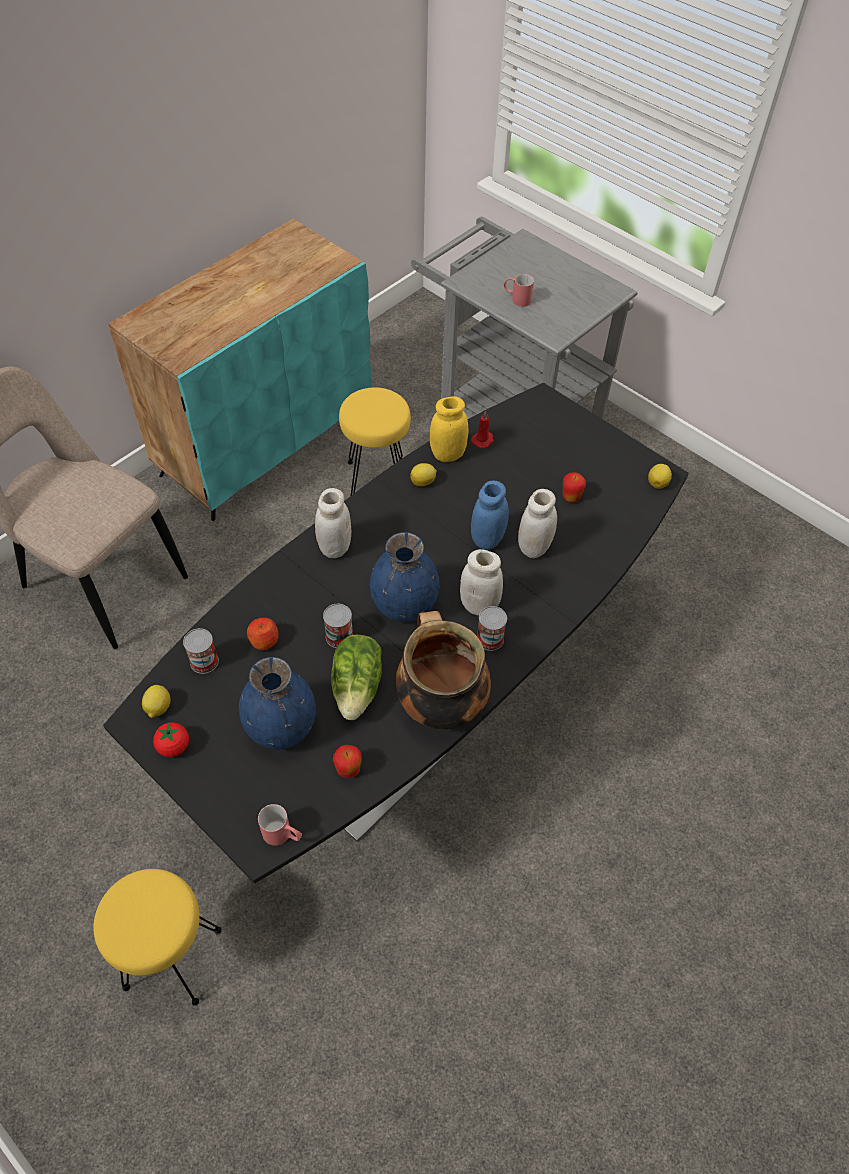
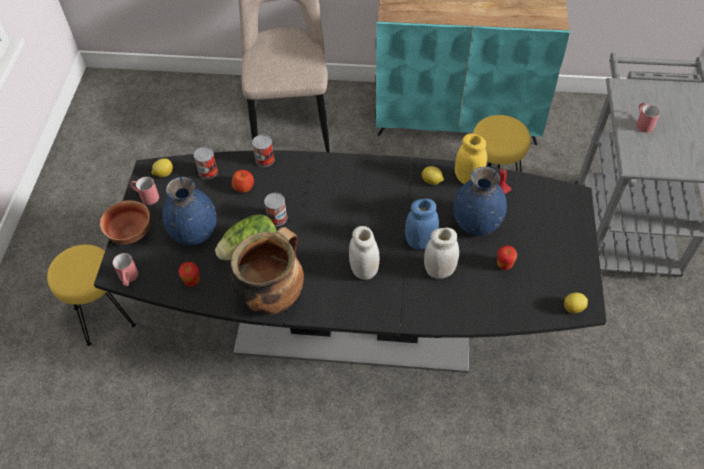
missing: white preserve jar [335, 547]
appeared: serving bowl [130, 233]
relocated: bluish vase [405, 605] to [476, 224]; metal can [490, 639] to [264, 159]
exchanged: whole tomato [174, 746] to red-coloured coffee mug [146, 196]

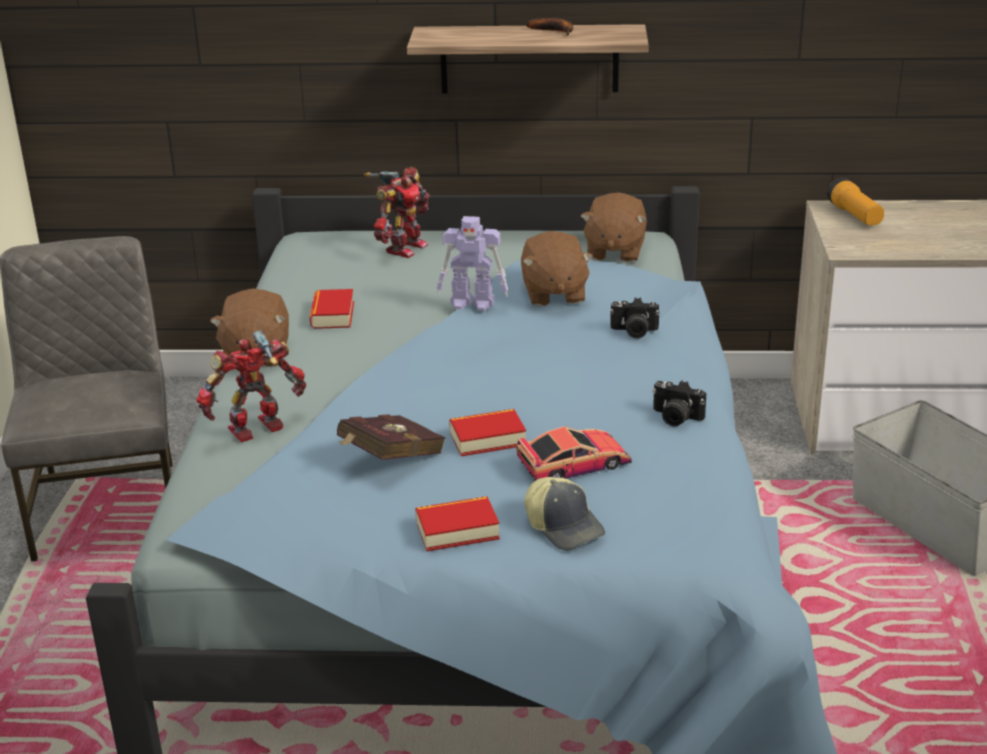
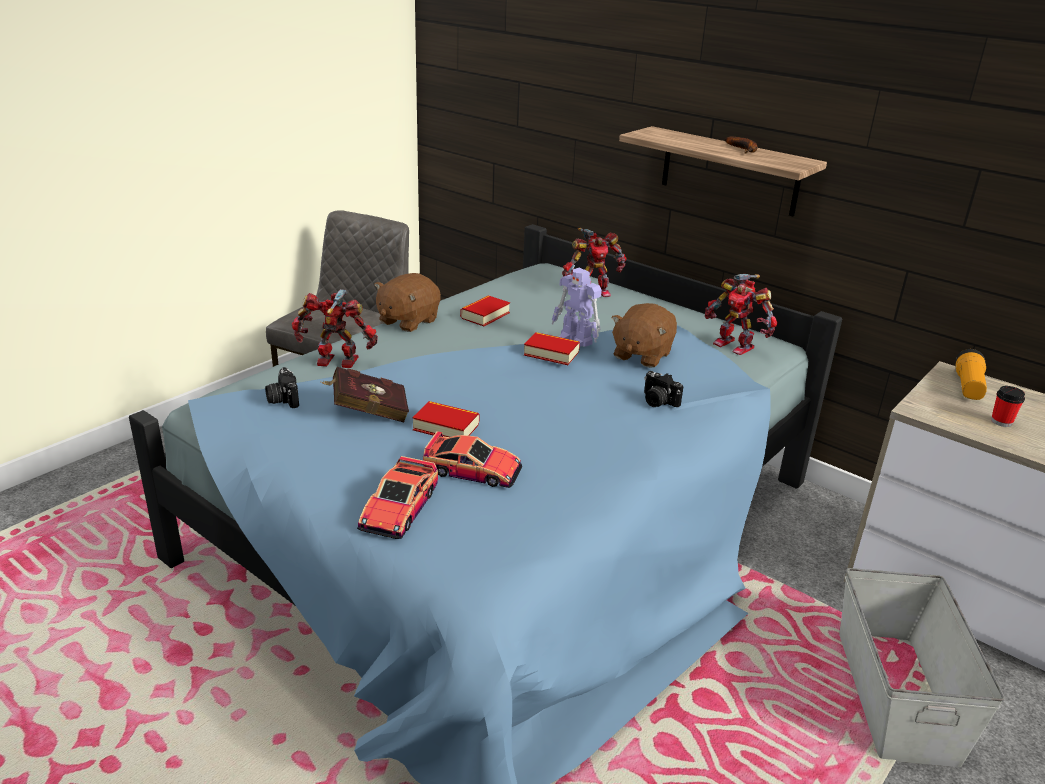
appeared: small cup [1001, 422]
relocated: bound book [457, 530] to [551, 353]; photo camera [675, 418] to [282, 399]
exchanged: peaked cap [564, 527] to model car [399, 508]; brown-coloured cuddly toy [614, 251] to model robot [735, 345]

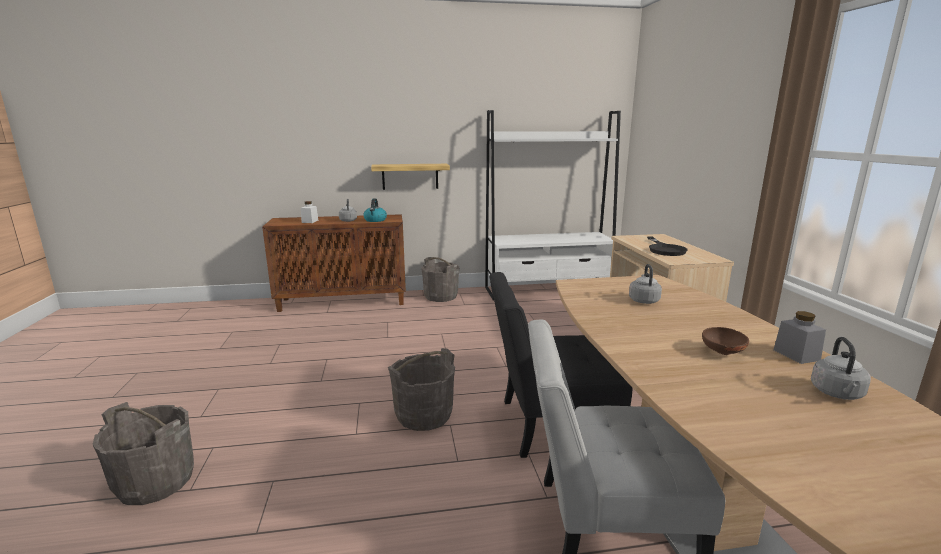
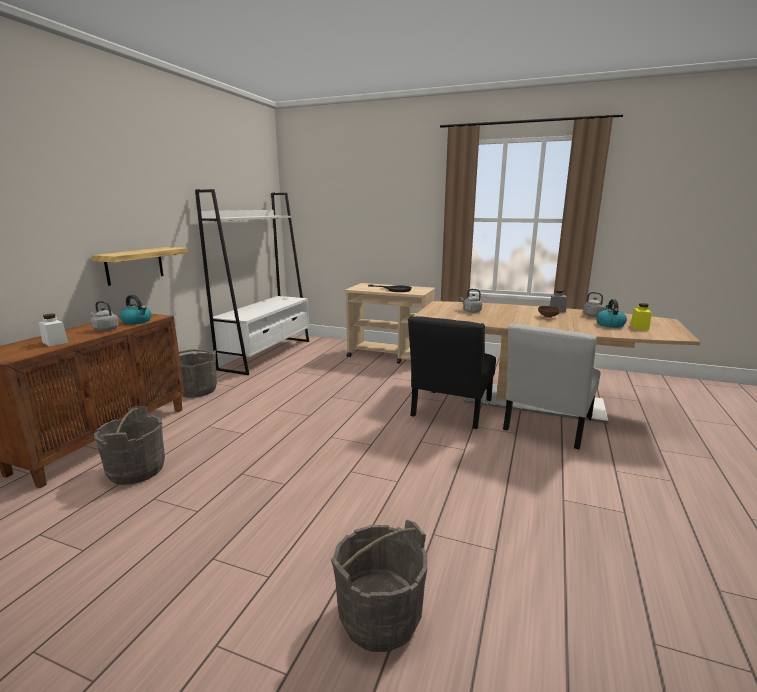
appeared: water kettle [609, 324]; yellowish preserve jar [639, 327]
relocated: greyish water bucket [423, 415] to [136, 470]

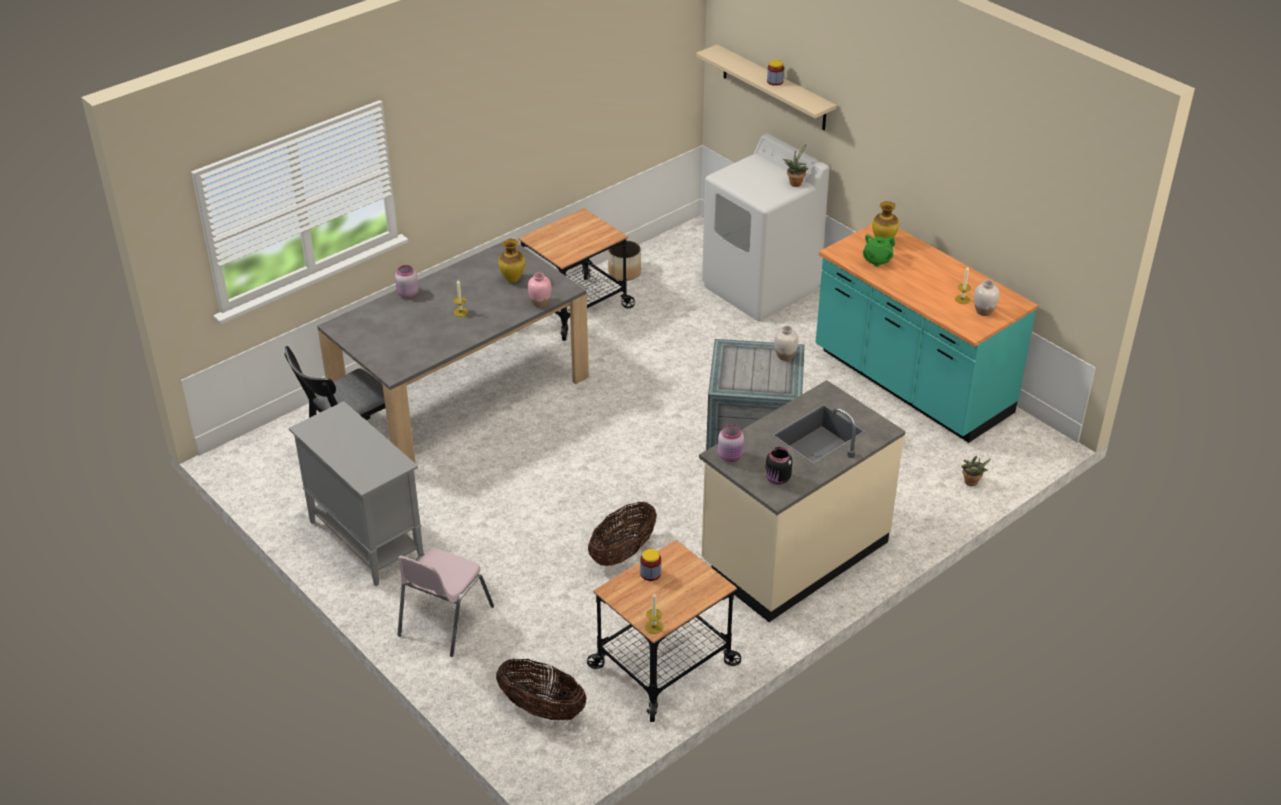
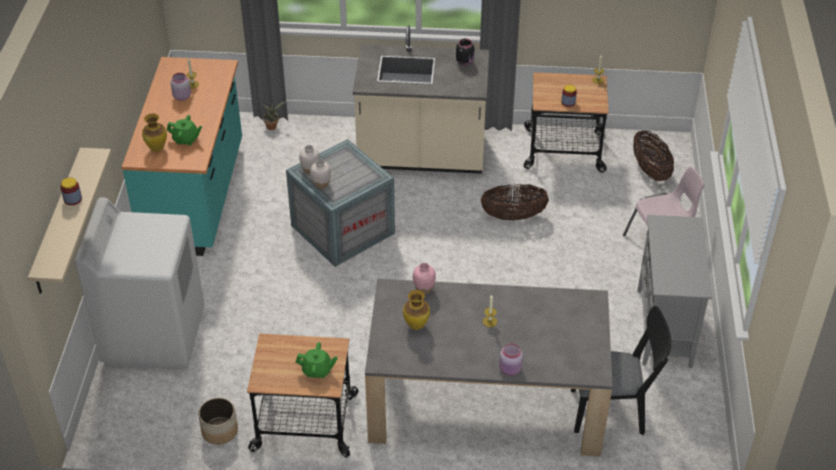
missing: potted plant [795, 182]
appeared: greenish pot for tea [317, 370]
relocated: pink preserve jar [731, 456] to [182, 96]; white vase [983, 311] to [321, 184]

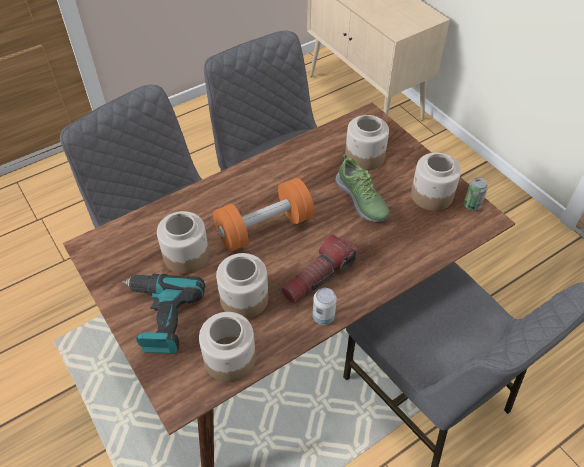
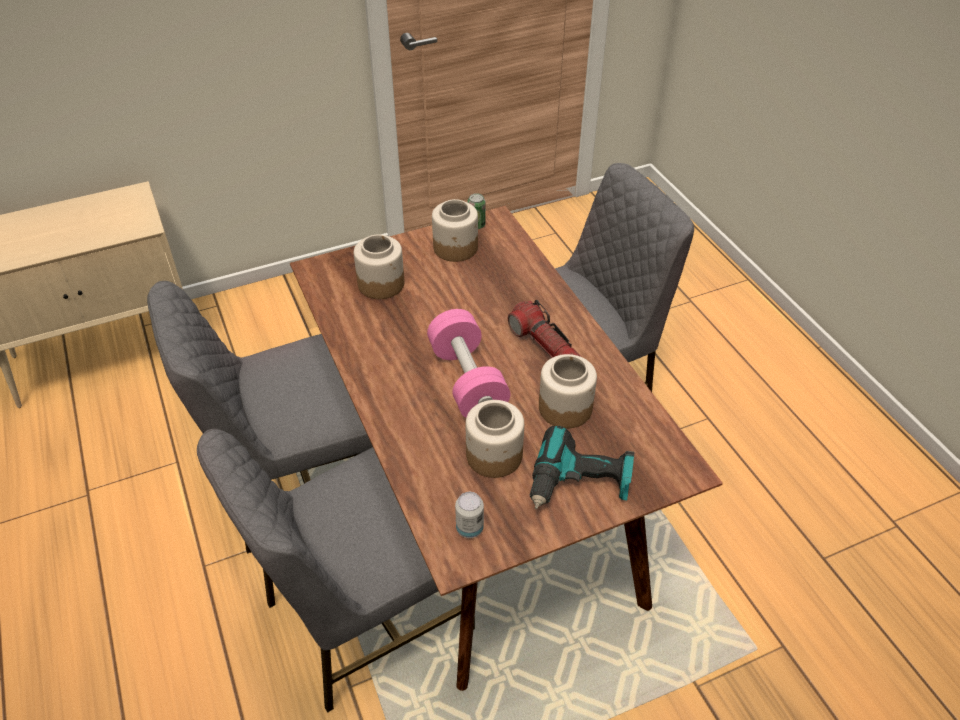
missing: preserve jar [229, 359]; item of footwear [362, 200]
relocated: metal can [323, 316] to [469, 528]
colour: orange dumbbell [264, 228] to pink dumbbell [467, 381]

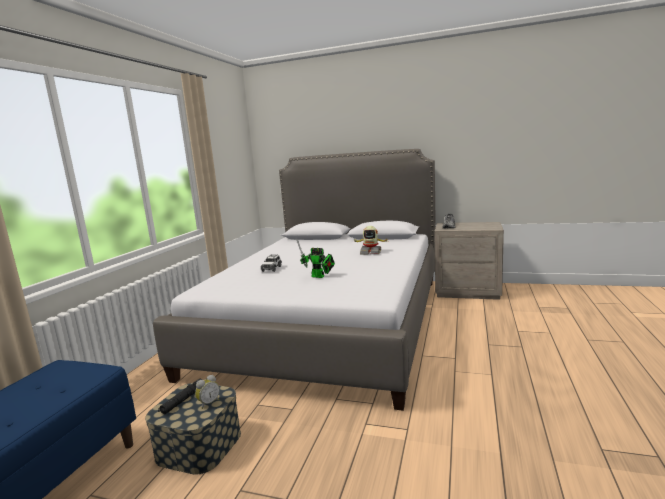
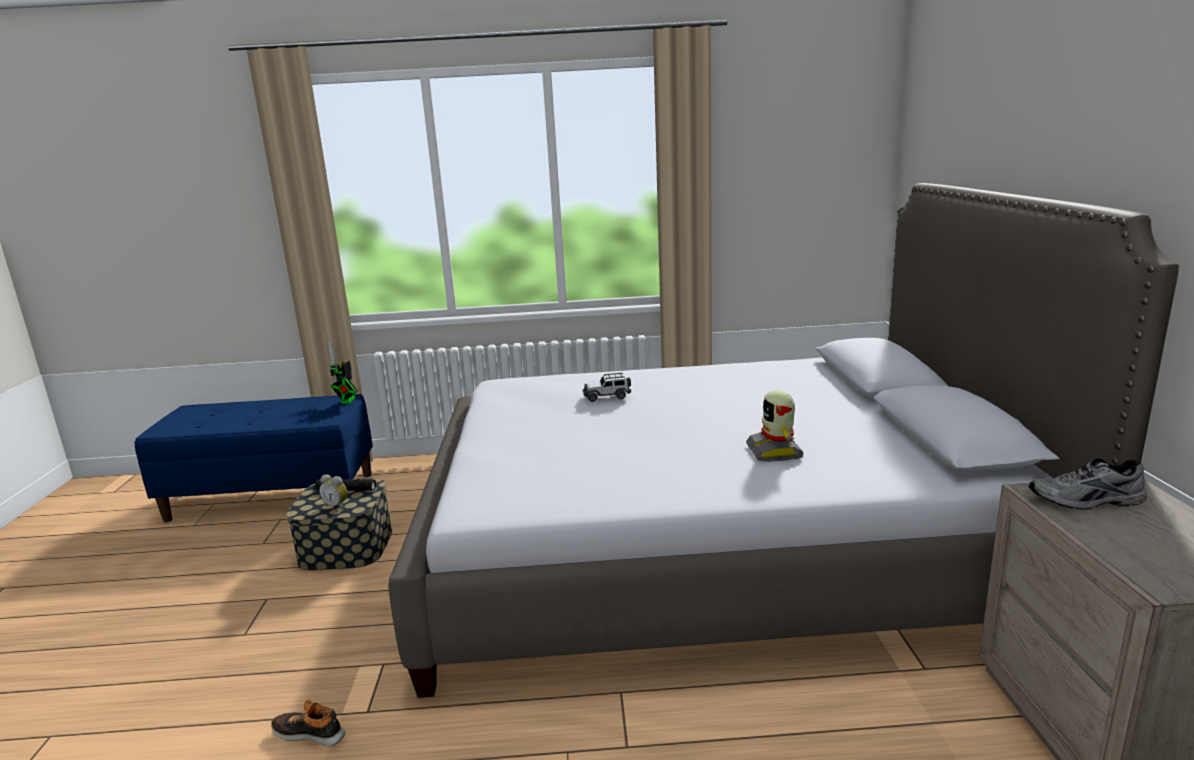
appeared: item of footwear [310, 733]
relocated: model robot [319, 277] to [347, 401]

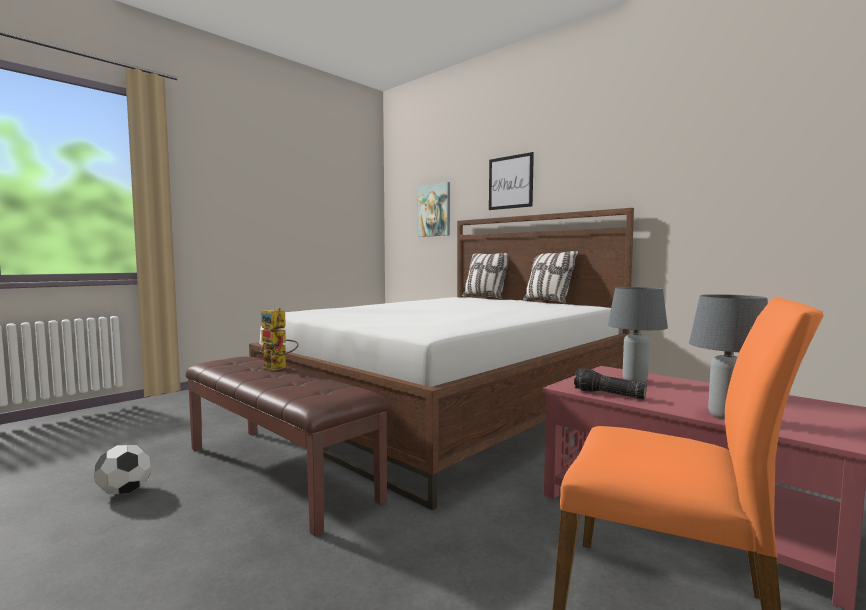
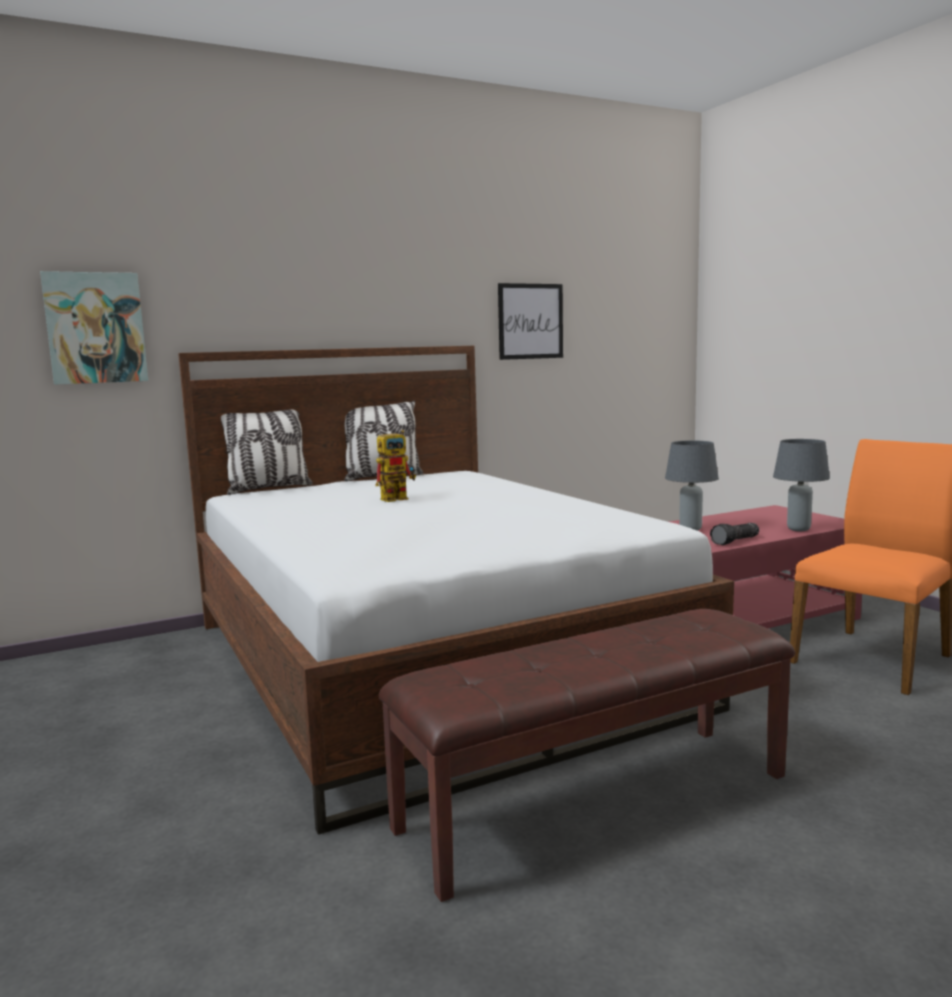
missing: football ball [125, 492]
relocated: model robot [279, 368] to [398, 498]; wall art [510, 182] to [530, 321]

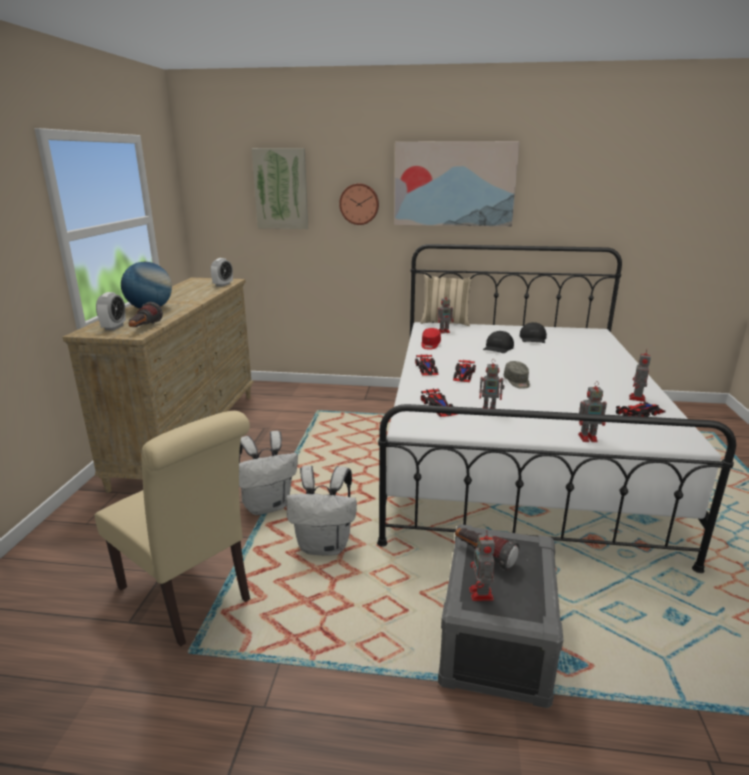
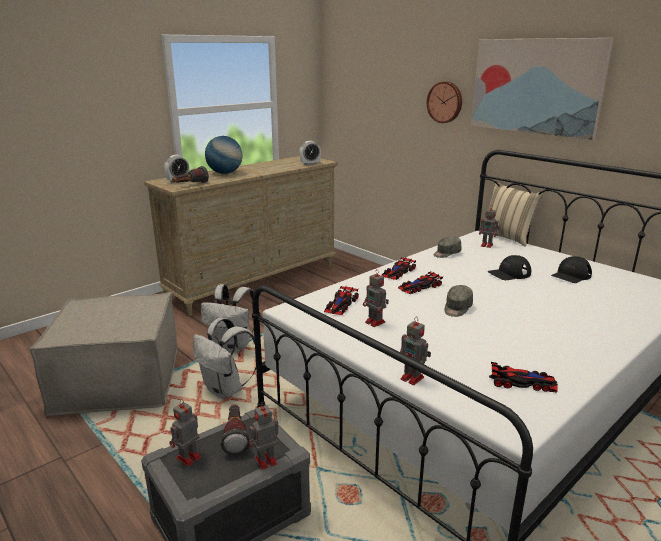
missing: wall art [281, 189]
relocated: model robot [637, 398] to [264, 461]
exchanged: beige-coloured upright chair [189, 597] to beige-coloured footrest [118, 380]
colour: red-coloured peaked cap [430, 345] to greyish peaked cap [446, 253]

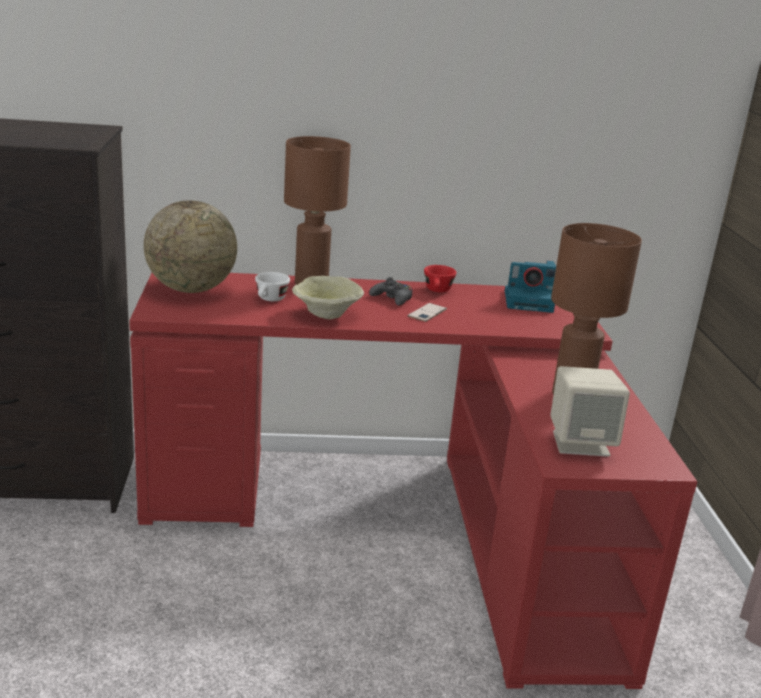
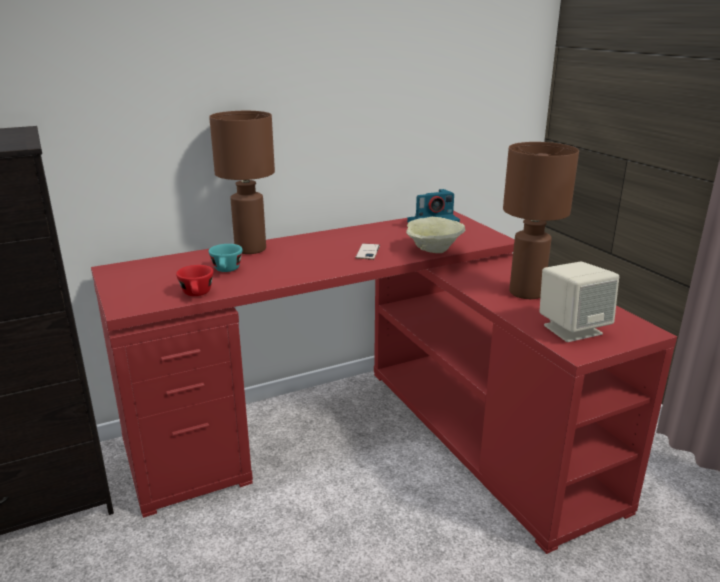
missing: world globe [191, 289]; black-coloured joypad [392, 298]
relocated: beige-coloured serving bowl [326, 315] to [434, 250]; red-coloured small cup [438, 291] to [197, 294]
colour: white small cup [270, 300] to turquoise-coloured small cup [227, 270]

